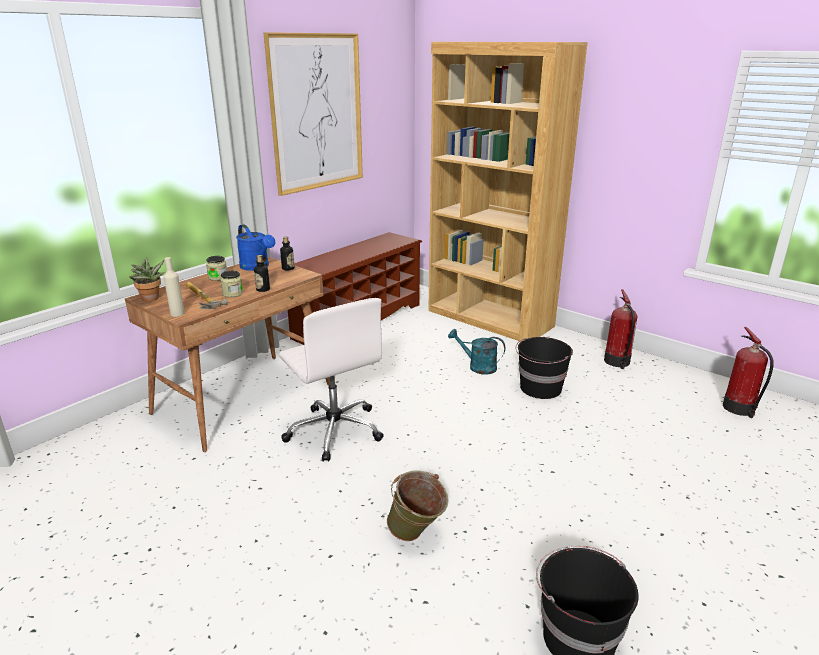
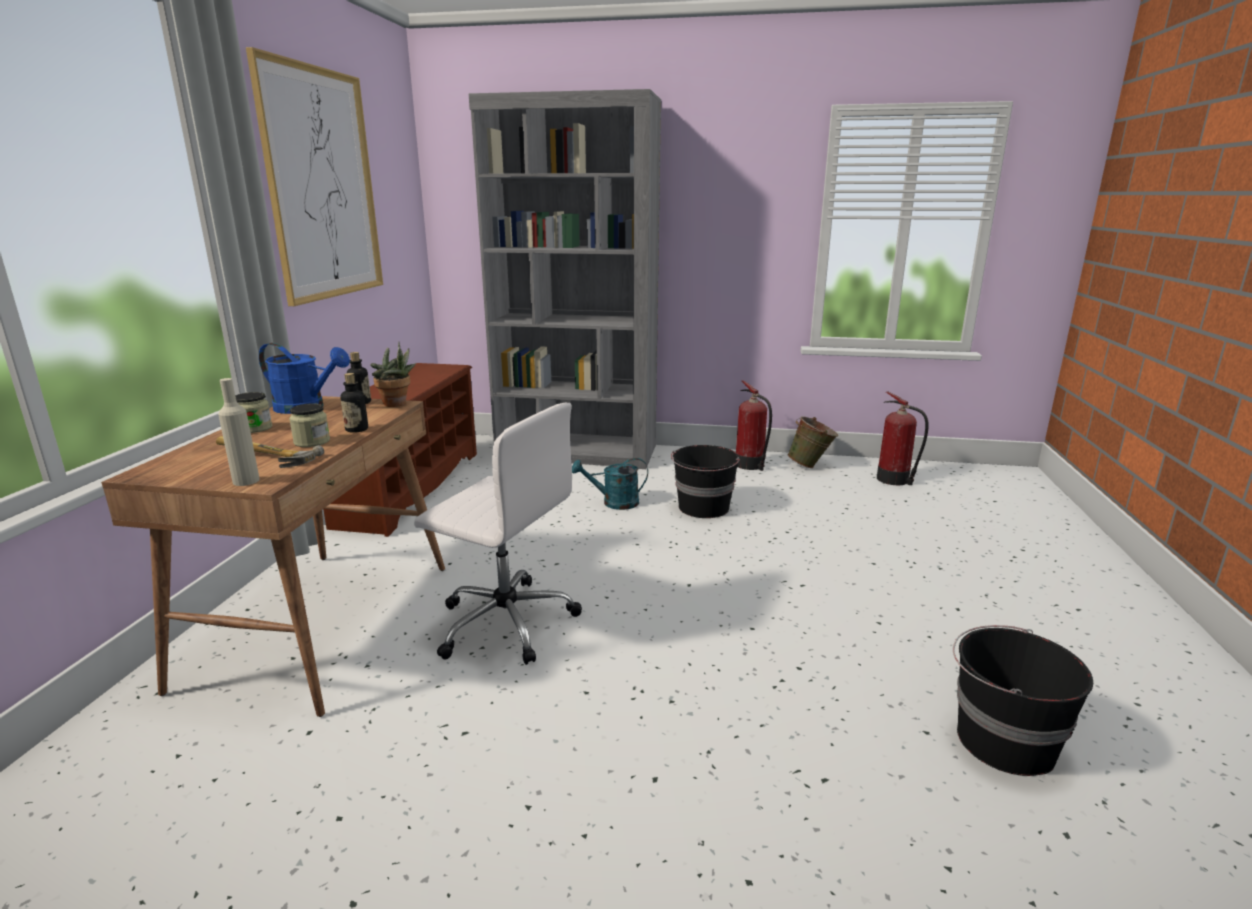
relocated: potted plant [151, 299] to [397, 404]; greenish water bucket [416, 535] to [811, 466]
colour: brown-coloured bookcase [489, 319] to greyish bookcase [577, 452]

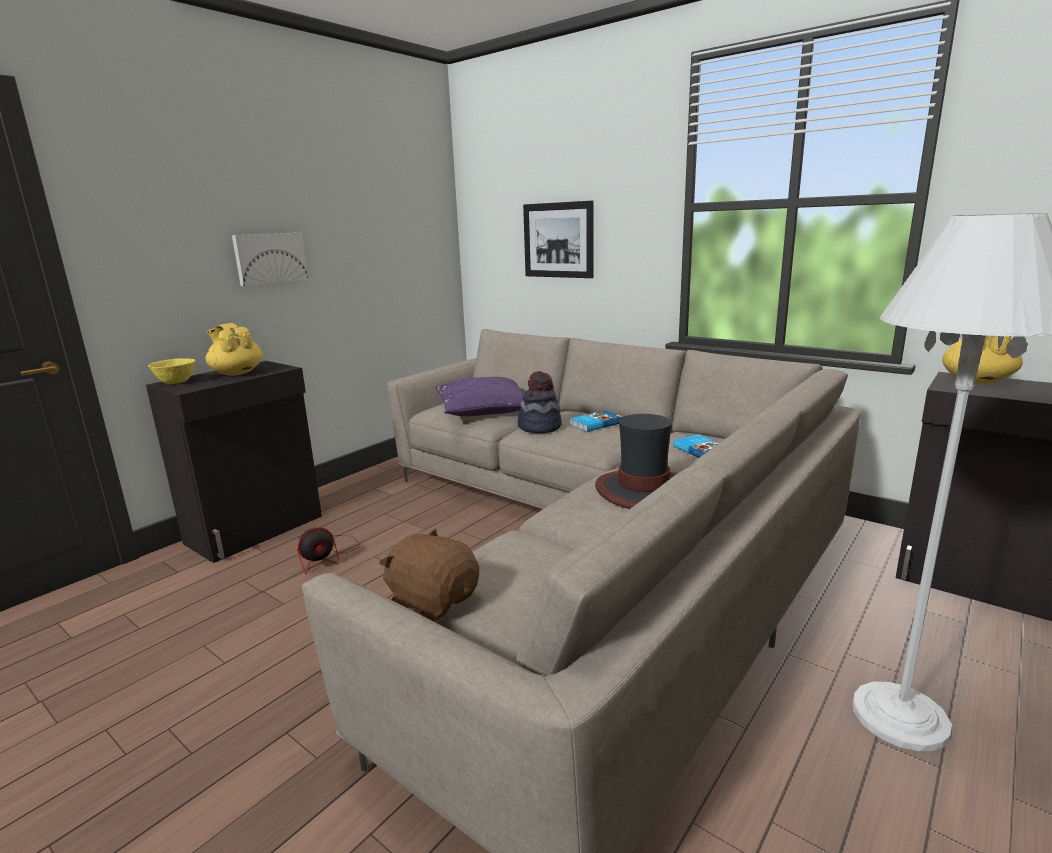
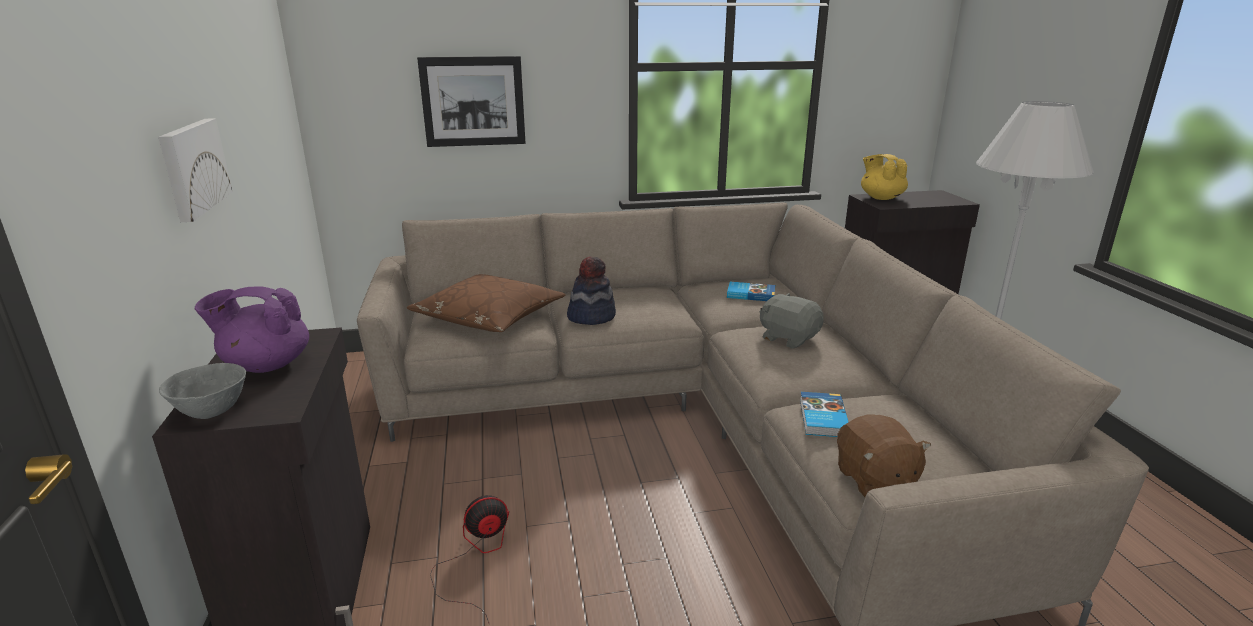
relocated: bound book [595, 423] to [822, 418]
exchanged: wearable hat [643, 490] to greyish cuddly toy [788, 338]
colour: yellowish serving bowl [176, 382] to greyish serving bowl [211, 412]; yellowish pot for tea [237, 373] to purple pot for tea [266, 365]; purple throw pillow [483, 409] to brown-coloured throw pillow [489, 317]
spun: electric fan [327, 556] = [477, 557] 120 degrees counterclockwise; brown-coloured cuddly toy [433, 601] = [874, 480] 90 degrees counterclockwise

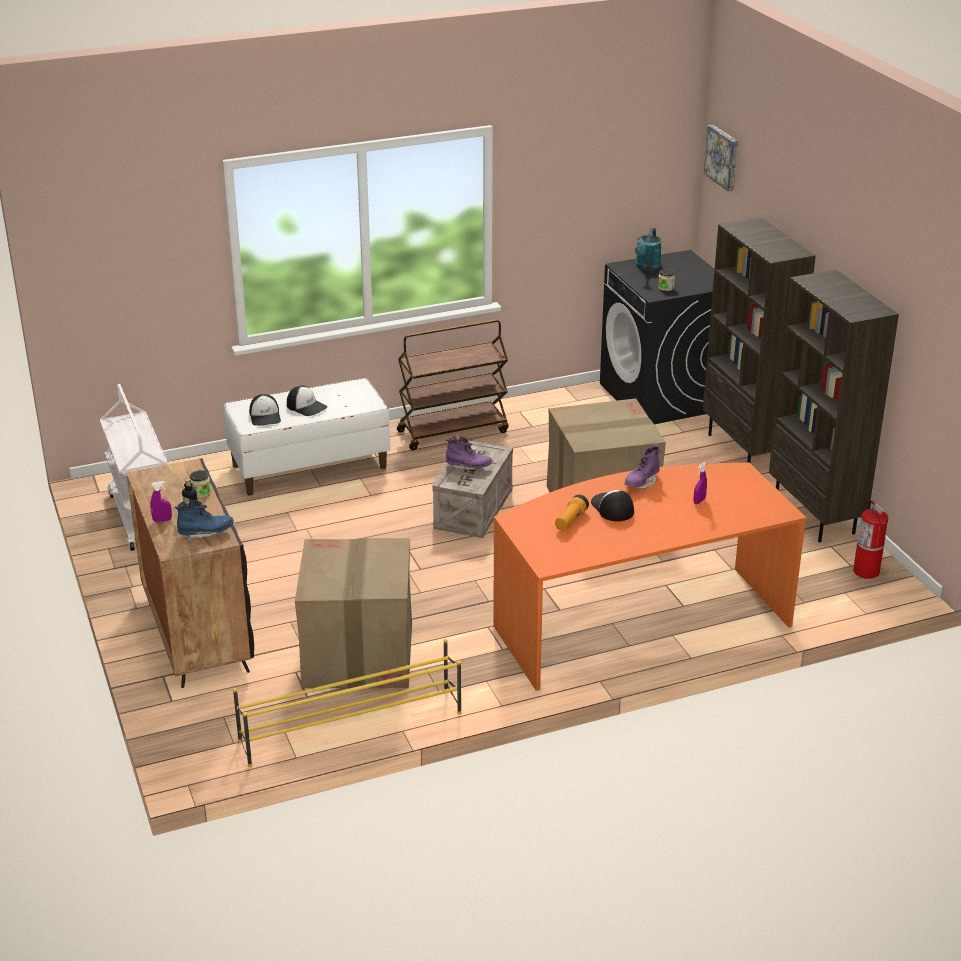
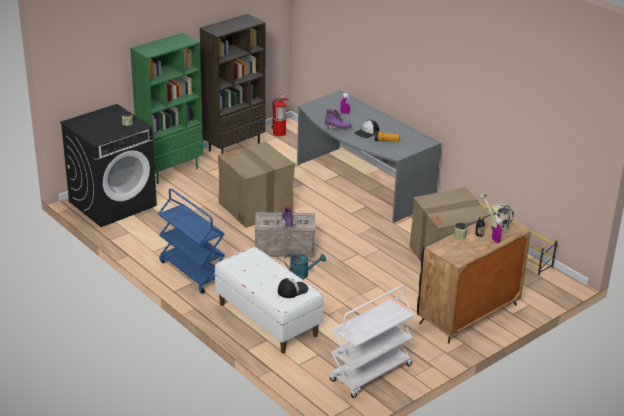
missing: peaked cap [306, 406]; wall art [723, 157]
relocated: turquoise-coloured watering pot [647, 267] to [302, 274]
exchanged: bluish boot [206, 533] to beige-coloured watering pot [495, 224]
colour: brown-coloured wheeled cart [453, 431] to bluish wheeled cart [192, 272]; orange desk [638, 621] to greyish desk [361, 184]; brown-coloured bookcase [745, 450] to greenish bookcase [171, 171]

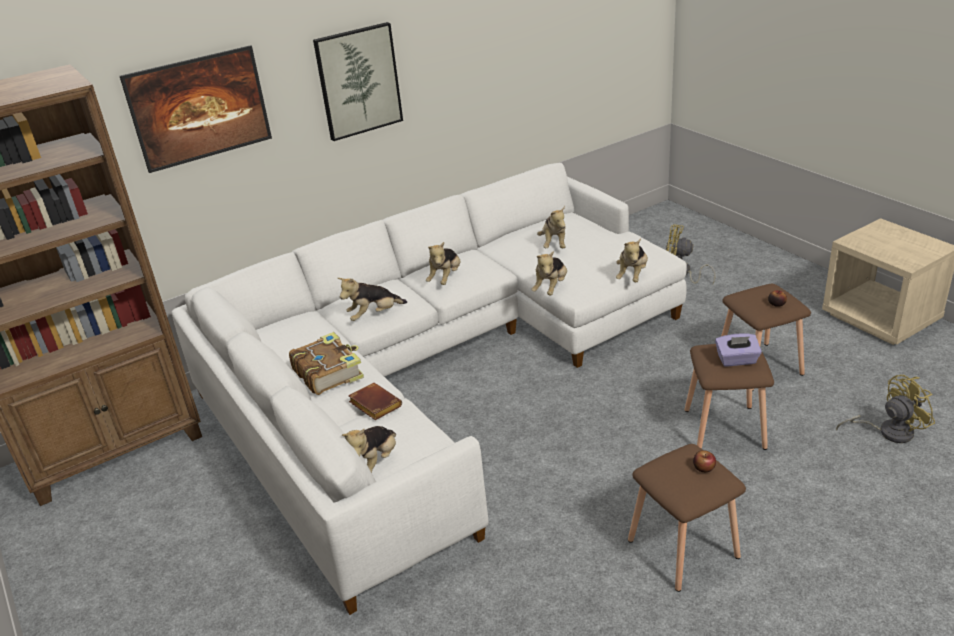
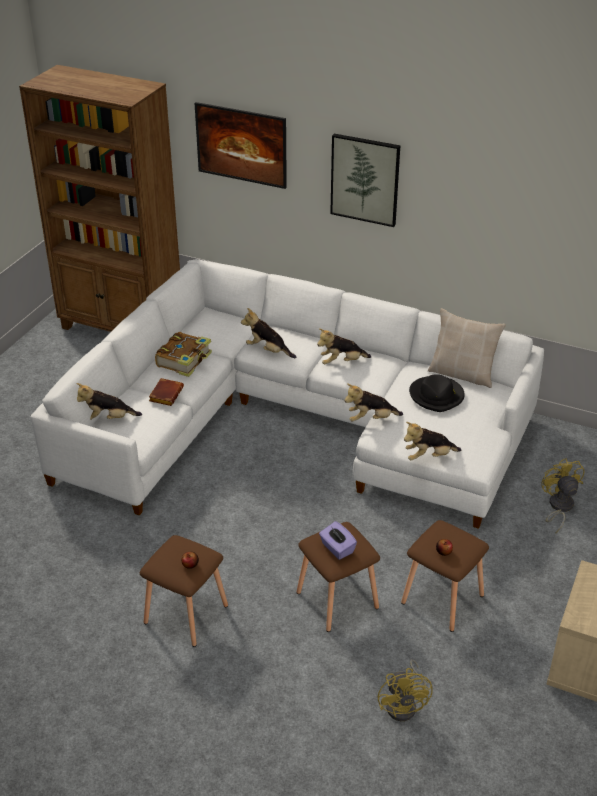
appeared: beige-coloured throw pillow [462, 374]
exchanged: cuddly toy [554, 244] to black-coloured wearable hat [437, 396]
spun: yellowish electric fan [888, 432] = [405, 705] 45 degrees clockwise

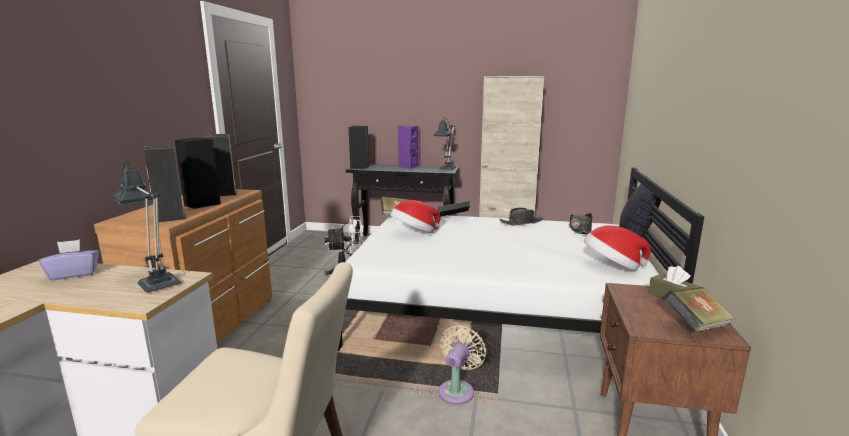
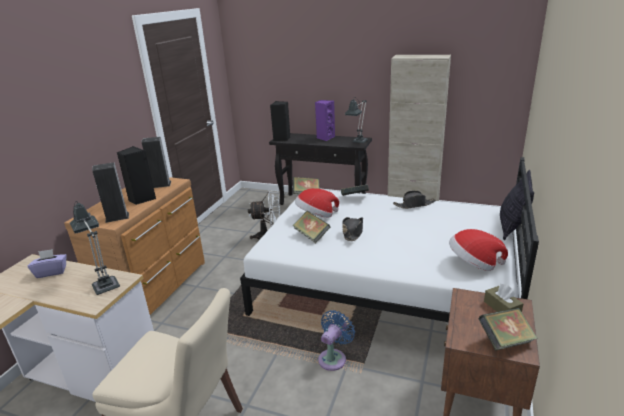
appeared: bound book [311, 235]
relocated: black-coloured wearable hat [580, 229] to [353, 232]
colour: beige-coloured electric fan [458, 390] to bluish electric fan [334, 358]

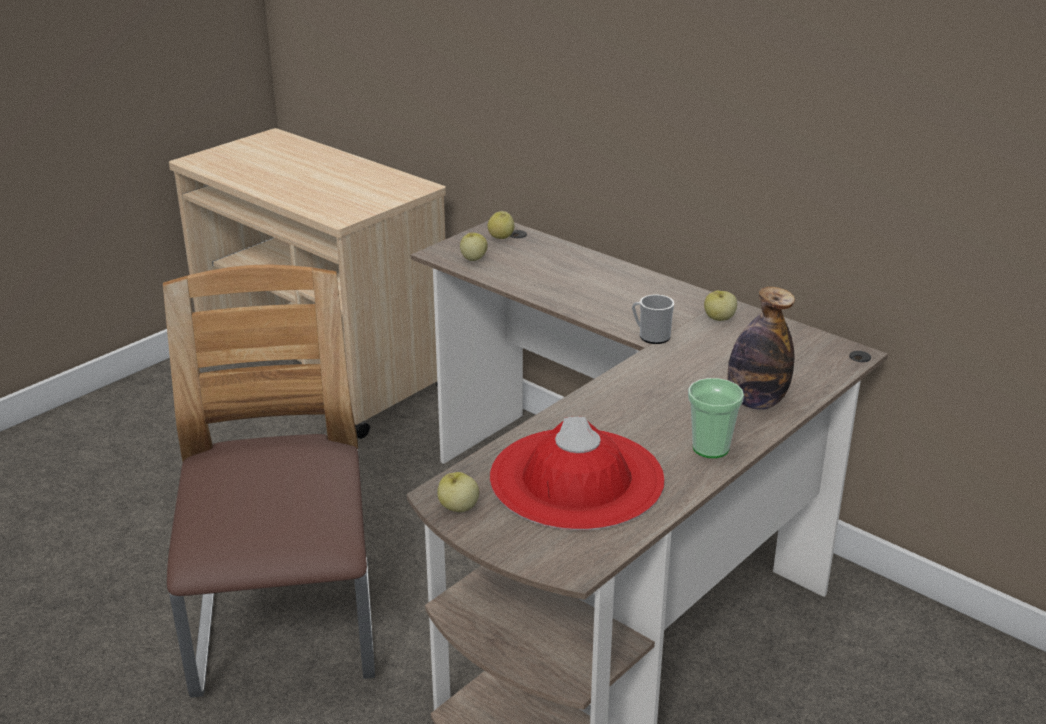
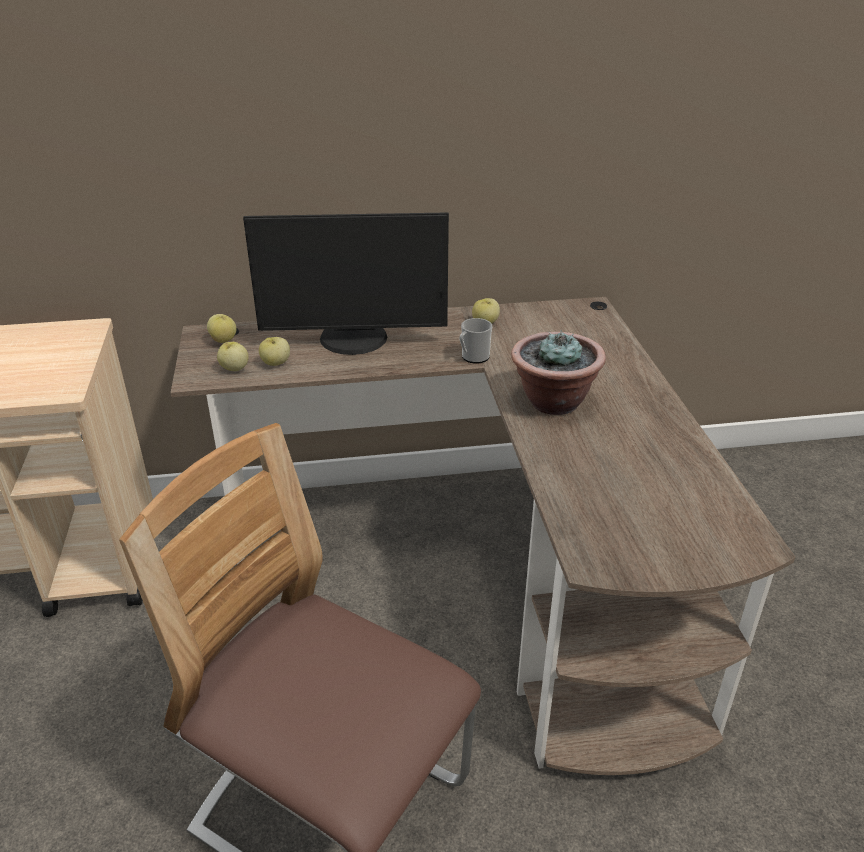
missing: red-coloured wearable hat [576, 479]; small cup [710, 448]; drink bottle [755, 402]
appeared: computer display [353, 340]; potted plant [553, 401]
relocated: whole apple [458, 508] to [275, 363]

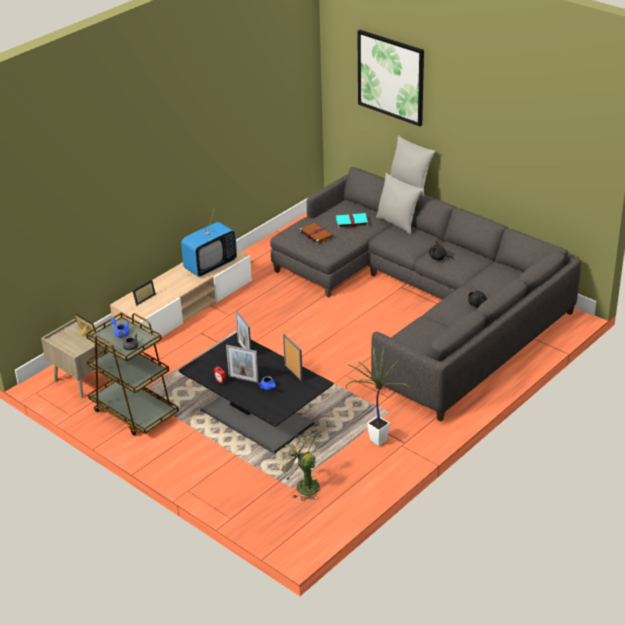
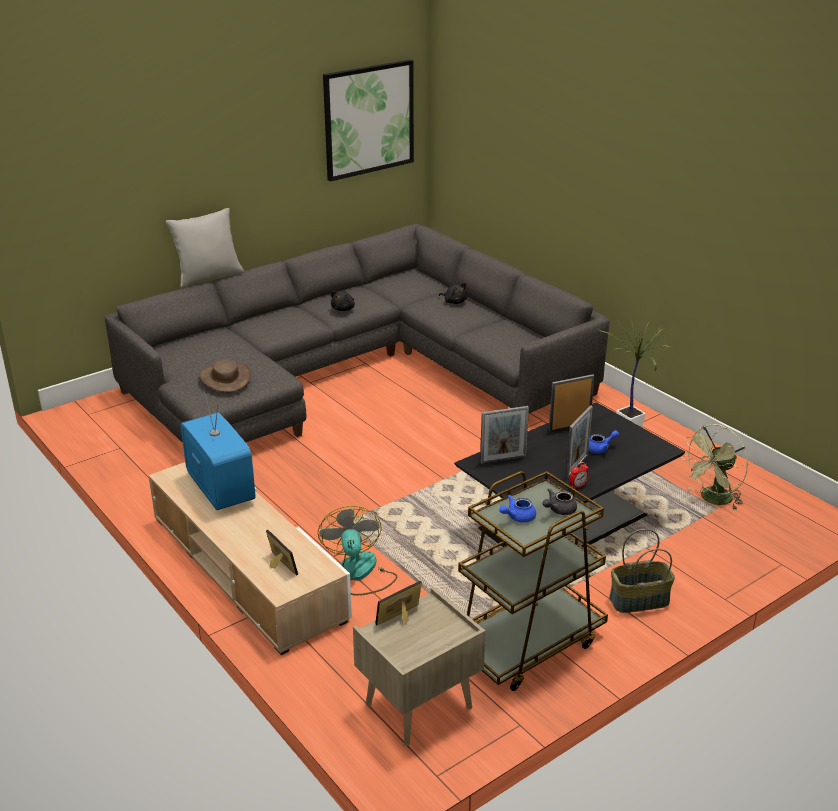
missing: turquoise-coloured bound book [351, 221]; greyish throw pillow [398, 223]
appeared: electric fan [359, 574]; basket [639, 601]
relocated: wall art [391, 77] to [368, 119]
exchanged: brown-coloured bound book [315, 234] to brown-coloured wearable hat [225, 378]

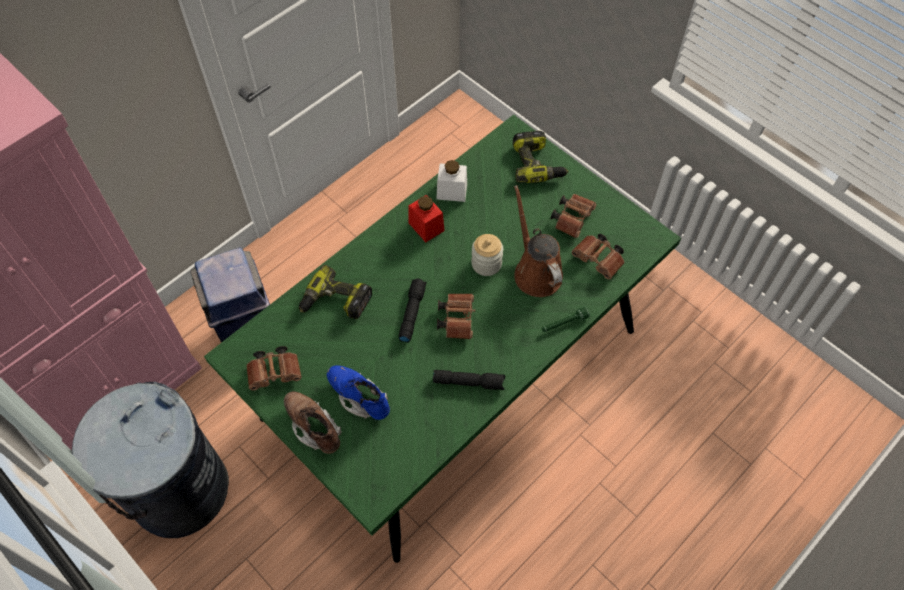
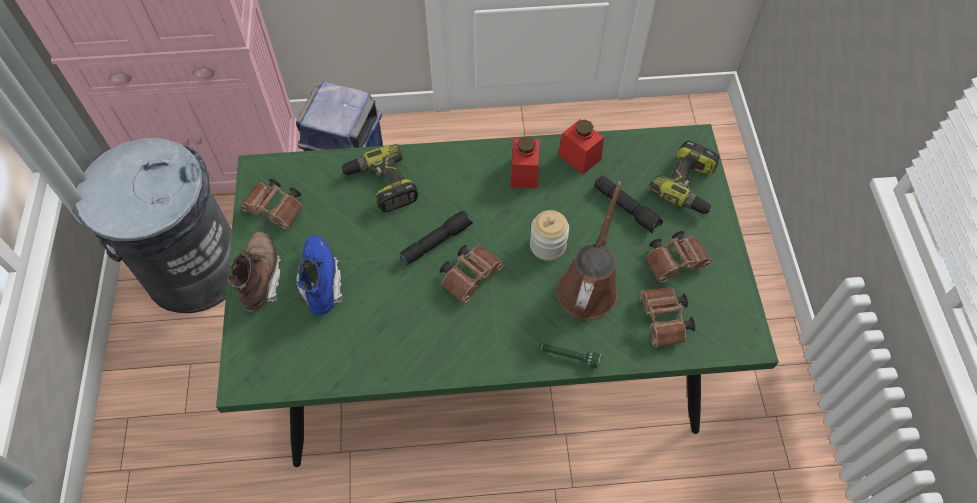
relocated: black-coloured hand torch [469, 382] to [627, 208]
colour: white preserve jar [452, 191] to red-coloured preserve jar [579, 157]

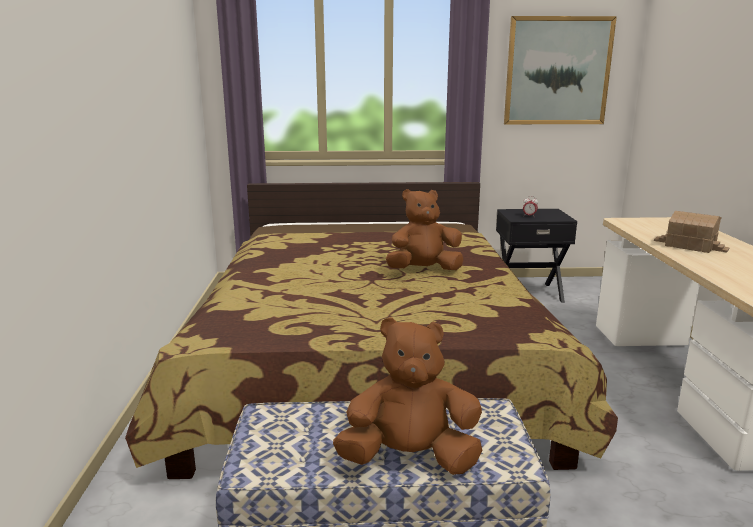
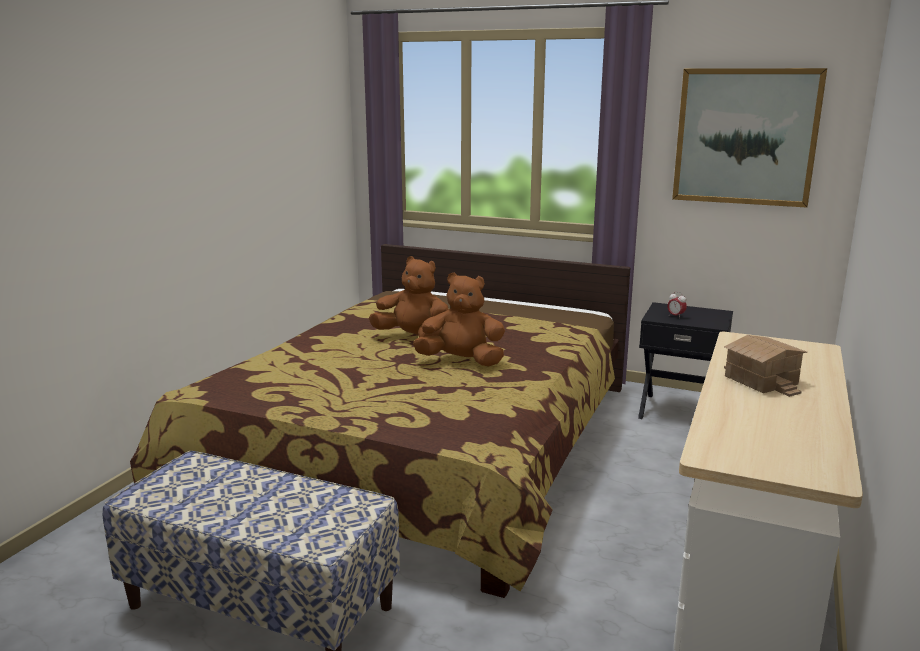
relocated: brown-coloured cuddly toy [410, 459] to [413, 338]

